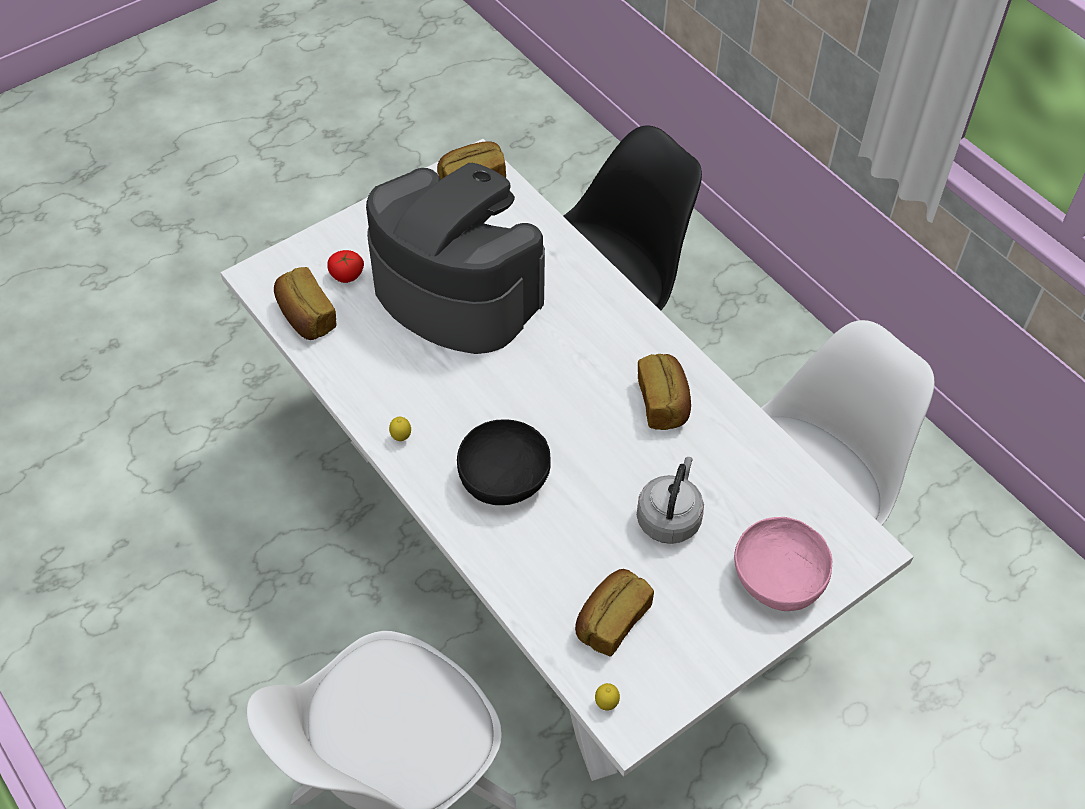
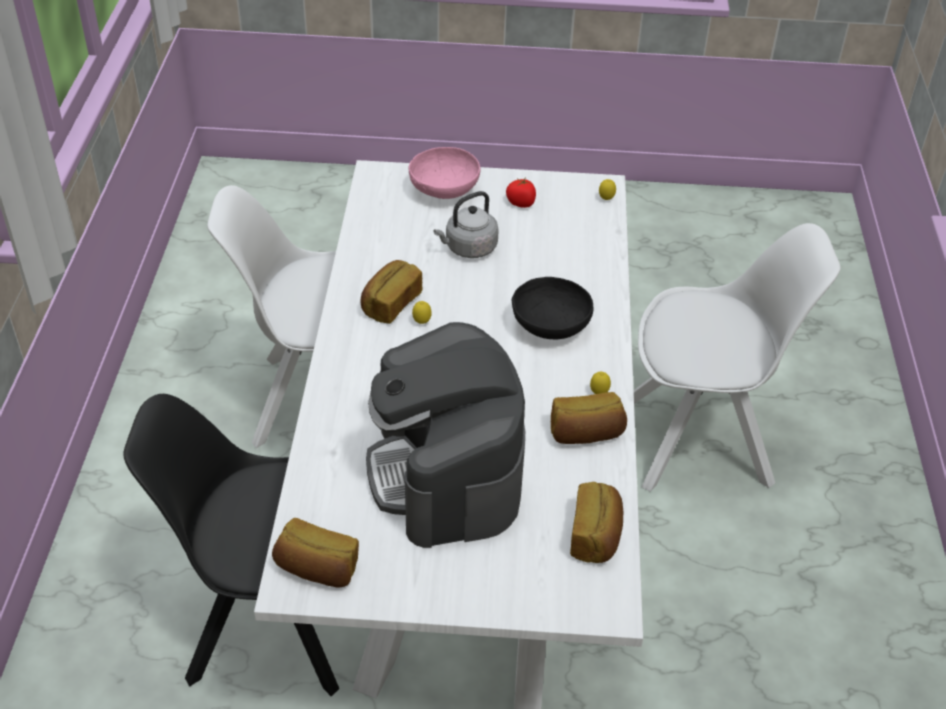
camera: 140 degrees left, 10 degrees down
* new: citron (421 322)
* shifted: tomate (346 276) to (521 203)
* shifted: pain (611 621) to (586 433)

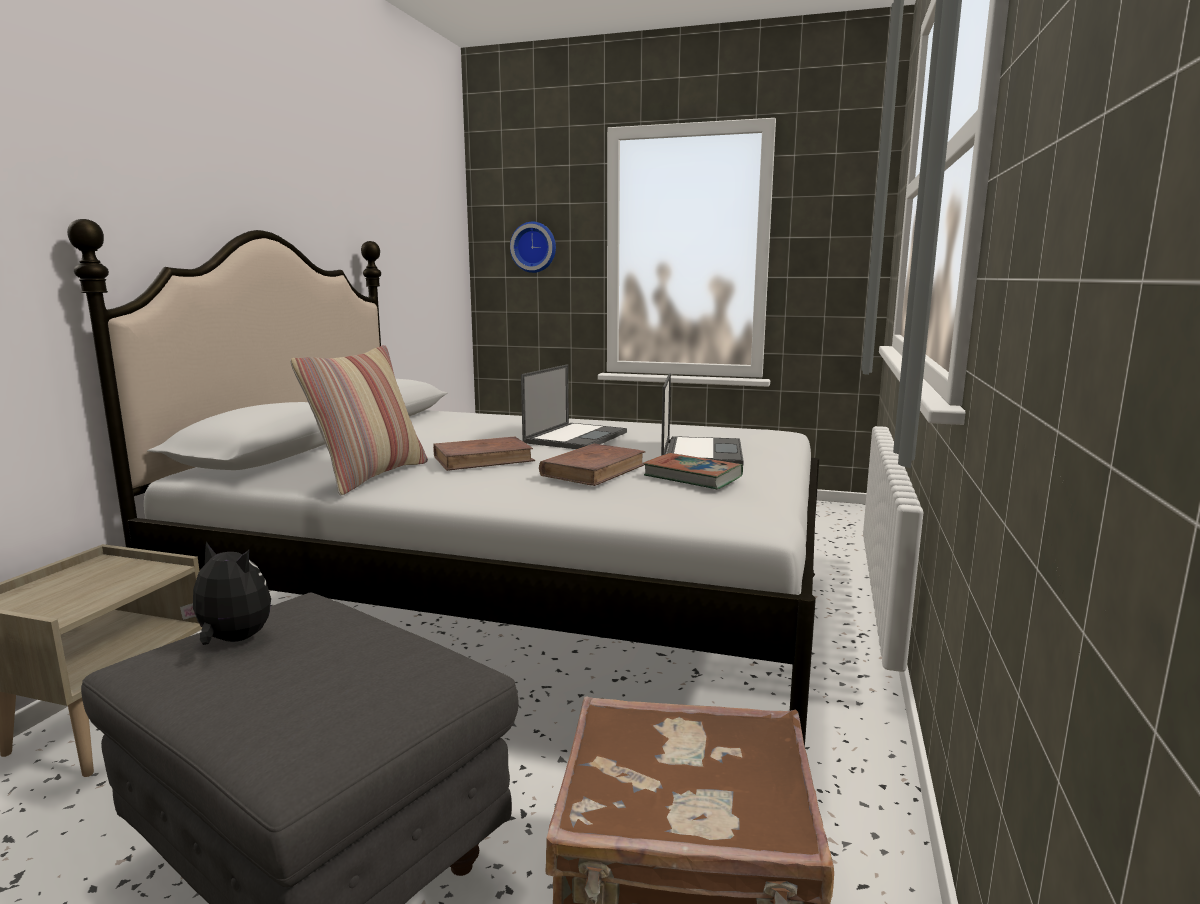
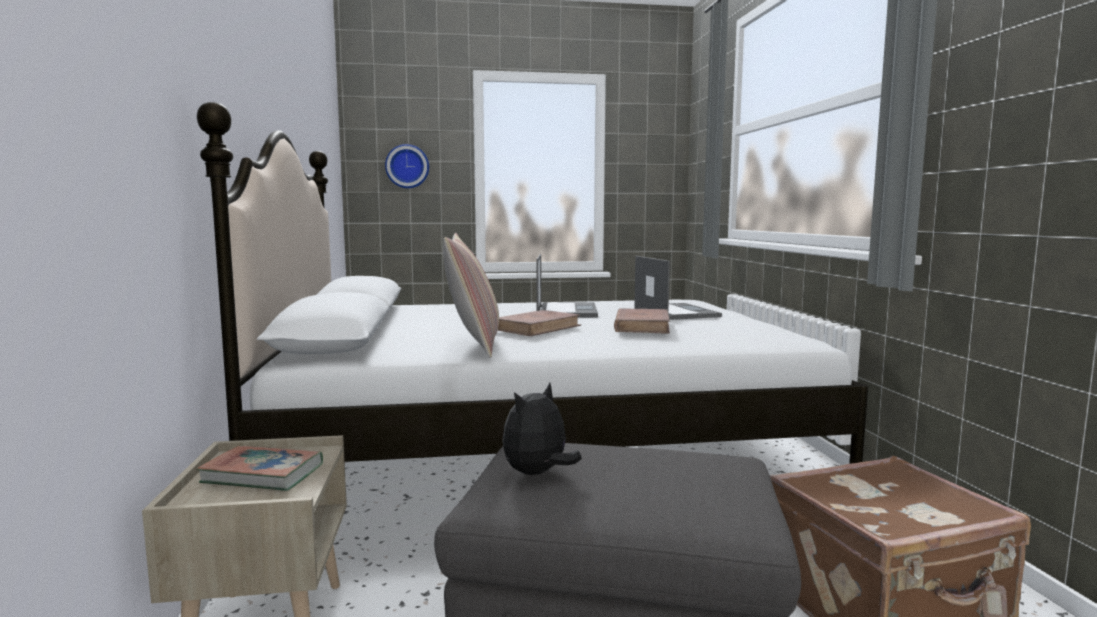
camera: 25 degrees left, 5 degrees down
* shifted: livre (693 477) to (263 474)
* rotated: peluche (232 640) = (537 473) 45 degrees counterclockwise

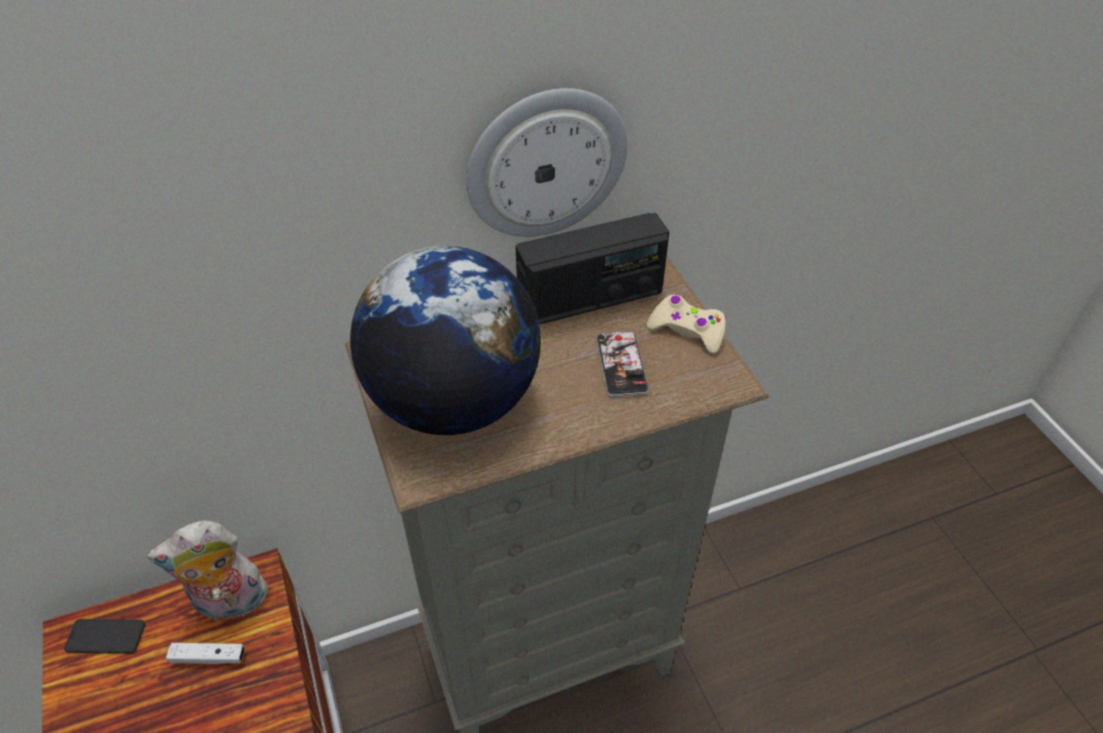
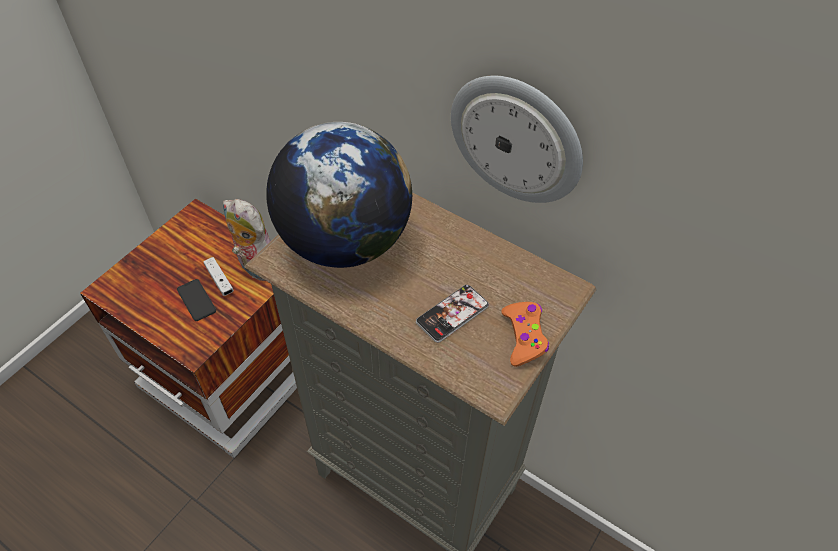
camera: 55 degrees right, 5 degrees up
* gone: radio (590 300)
* shifted: téléphone (105 637) to (196 300)
* repainted: manette (beige) (687 330) to manette (orange) (524 337)

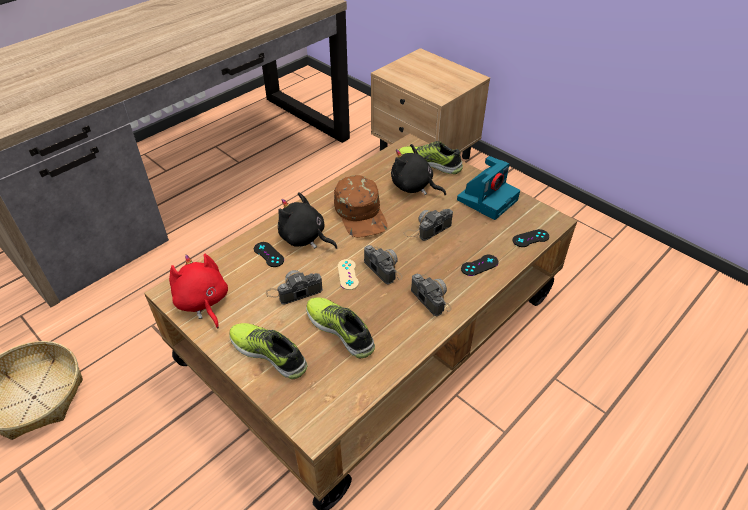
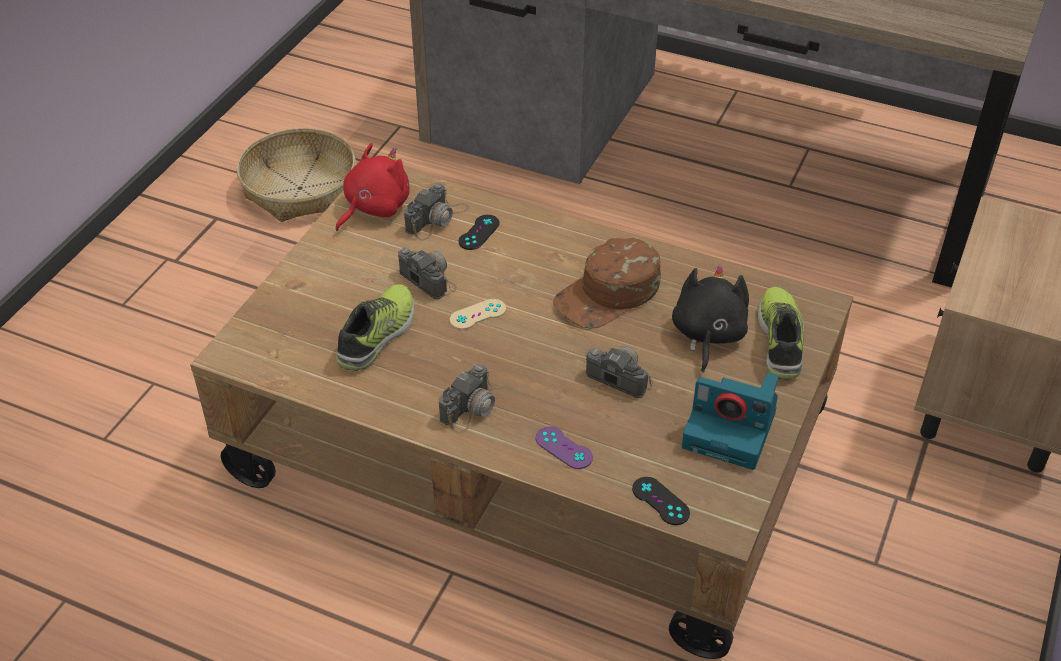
camera: 70 degrees right, 0 degrees up
* gone: chaussure (269 353)
* gone: peluche (noir) (304 238)
* shifted: appareil photo (382 265) to (437 219)
* repainted: manette (noir) (479 265) to manette (violet) (564 448)

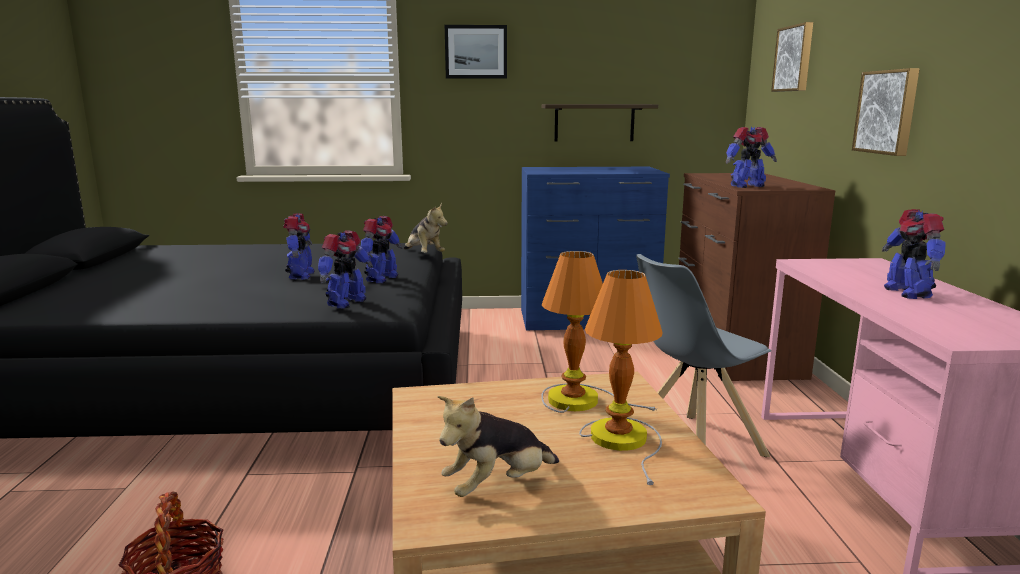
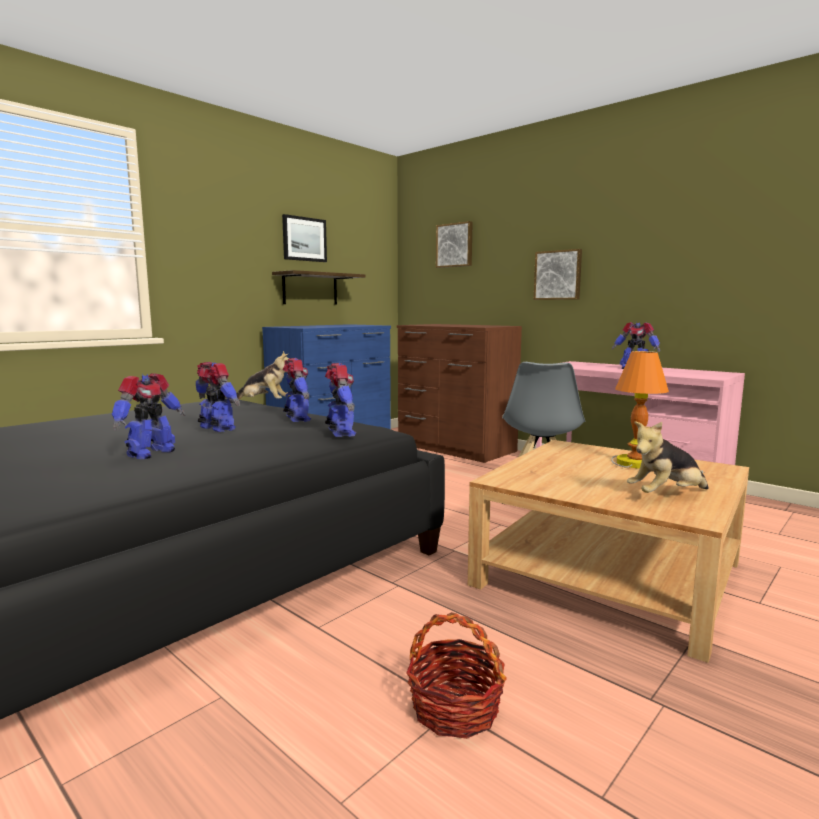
camera: 45 degrees left, 5 degrees down
* gone: lampe de table (579 399)
* shifted: tableau (476 52) to (304 239)
* shifted: robot jouet (746 186) to (150 453)
* rotated: peluche (497 486) = (666 495) 60 degrees clockwise

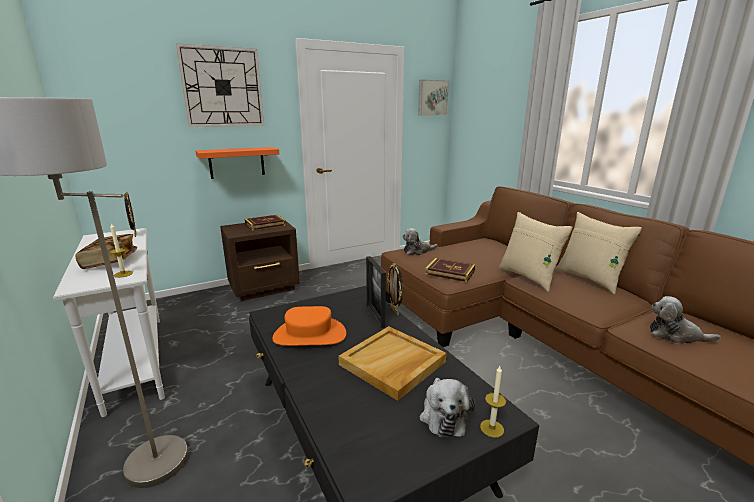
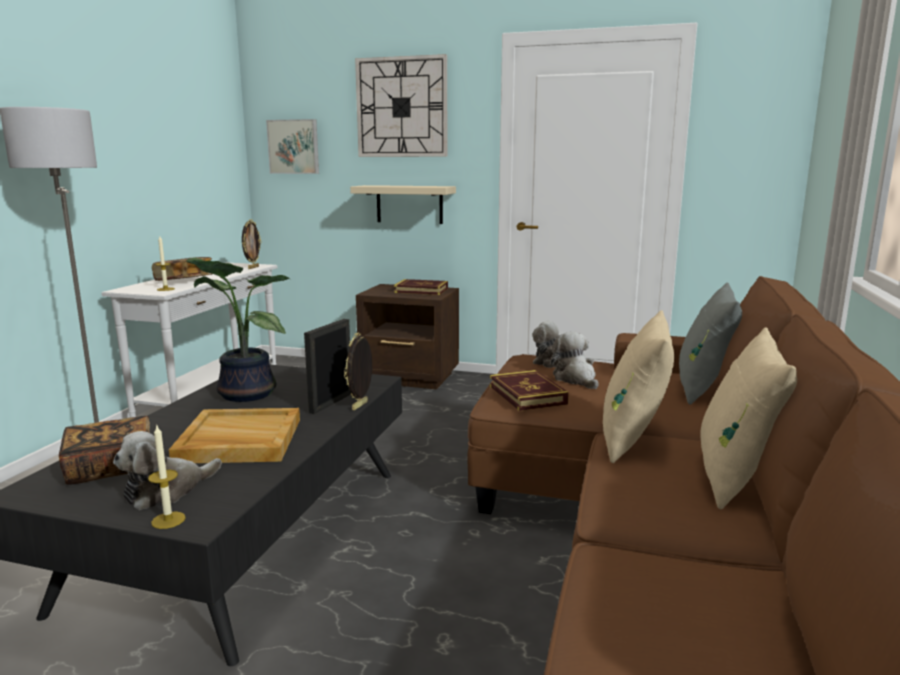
camera: 45 degrees right, 5 degrees down
* new: livre (111 467)
* new: coussin (gris) (703 388)
* shifted: tableau (432 98) to (294 147)
* shifted: peluche (675 335) to (575 379)
* swapped: chapeau (orange) (309 335) to plante en pot (243 394)
* repainted: étagère (orange) (237 162) to étagère (beige) (409 204)

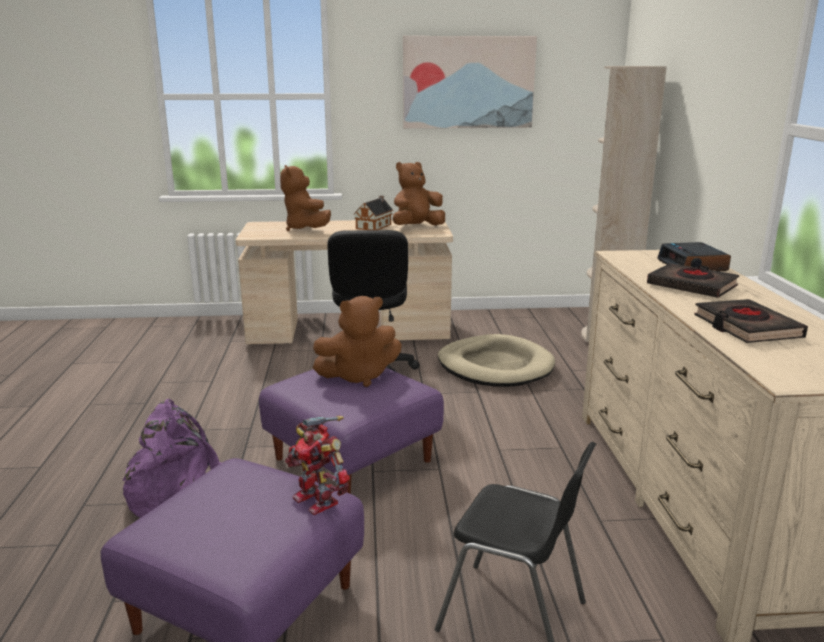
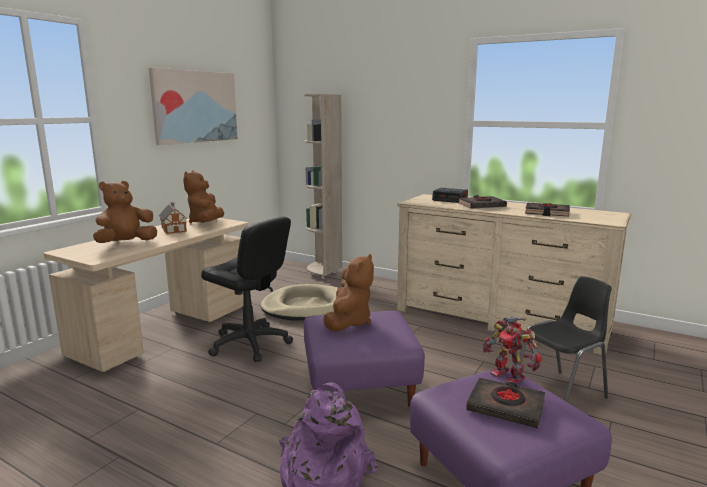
camera: 55 degrees left, 5 degrees down
* new: livre (noir) (506 407)
* rotated: peluche (marron) (306 229) = (126 243) 120 degrees clockwise
* rotated: robot jouet (318 499) = (509 375) 60 degrees clockwise

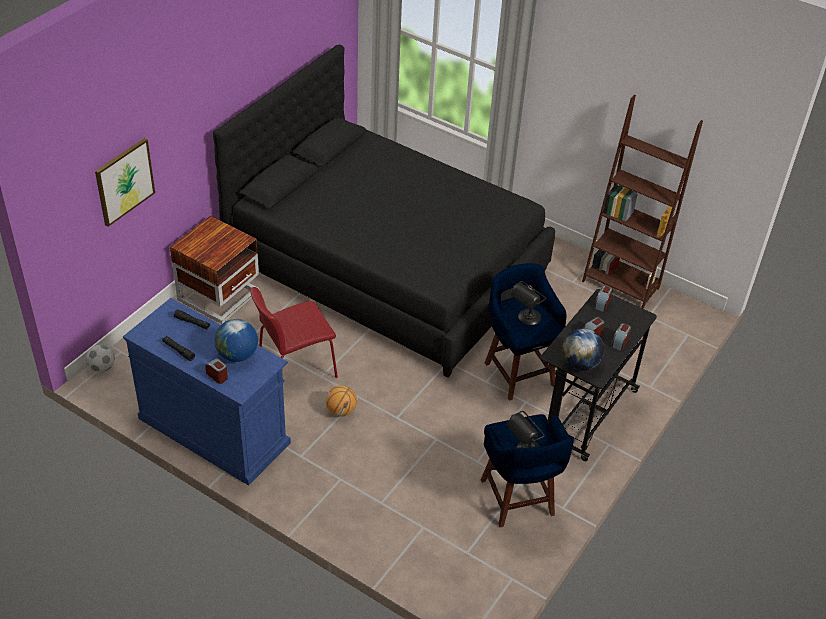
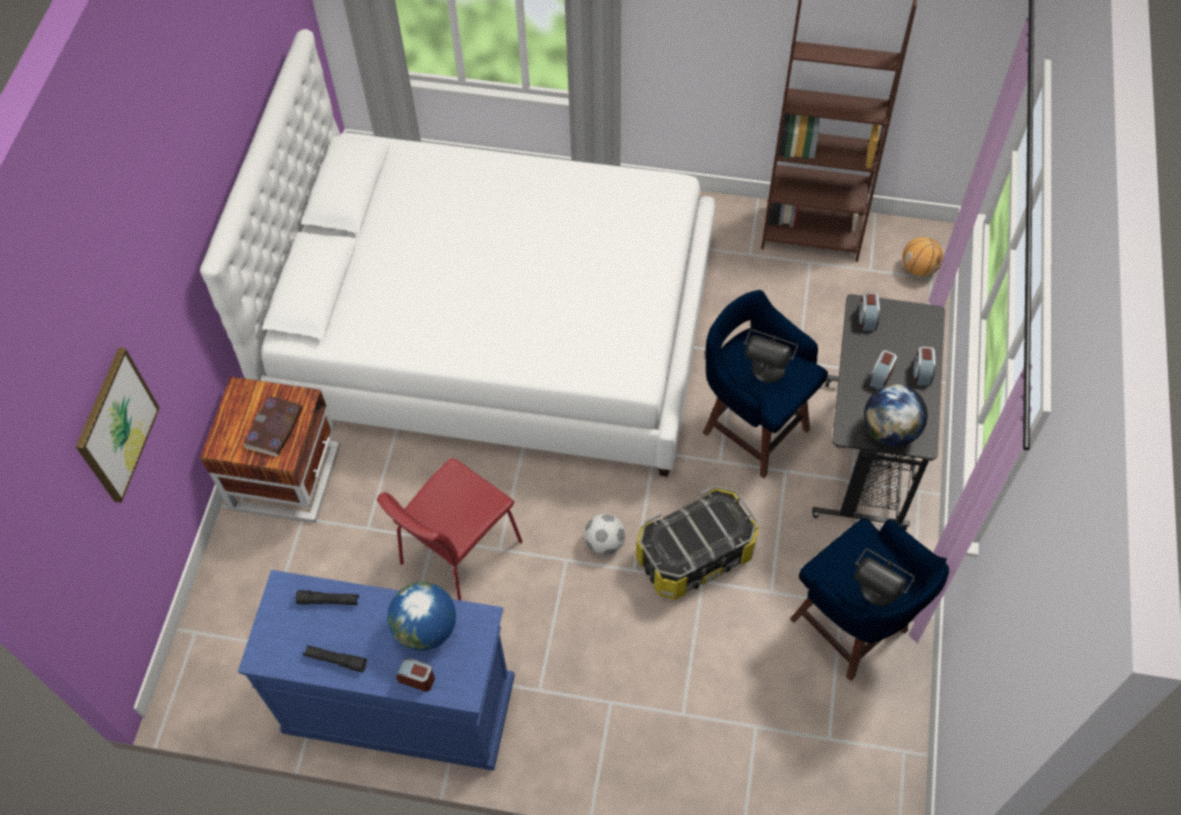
camera: 20 degrees left, 15 degrees up
* new: livre (274 428)
* new: boîte de rangement (695 556)
* shifted: ballon de foot (102 368) to (604 543)
* shifted: ballon de basket (341 411) to (919 268)
* repainted: lit (noir) (386 265) to lit (blanc) (493 328)

